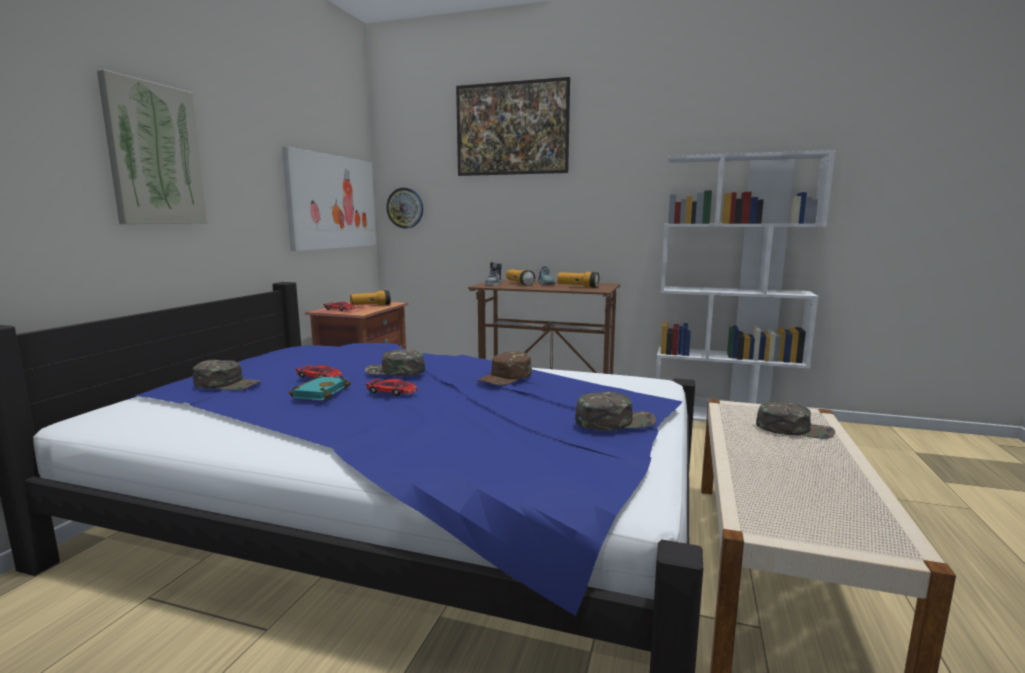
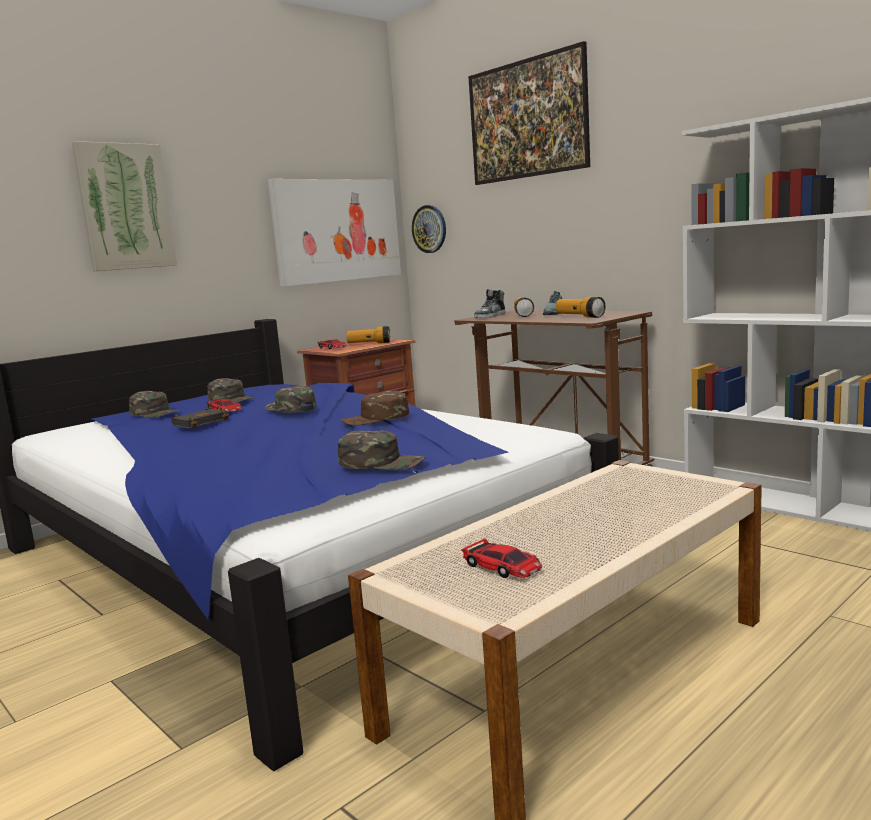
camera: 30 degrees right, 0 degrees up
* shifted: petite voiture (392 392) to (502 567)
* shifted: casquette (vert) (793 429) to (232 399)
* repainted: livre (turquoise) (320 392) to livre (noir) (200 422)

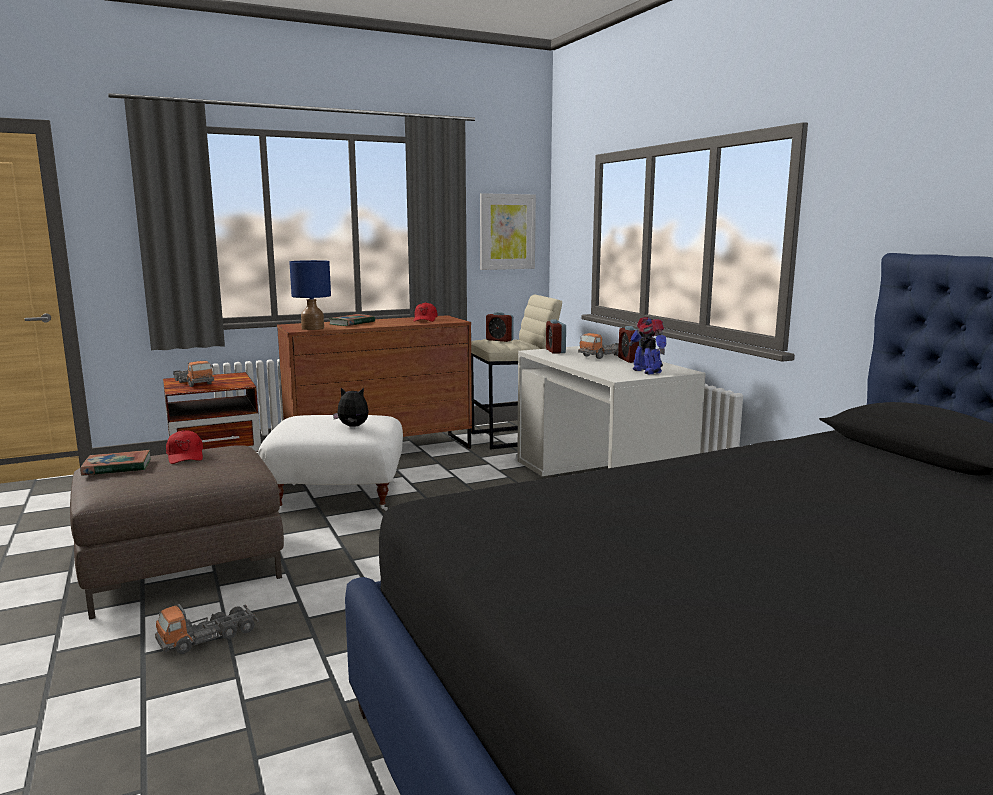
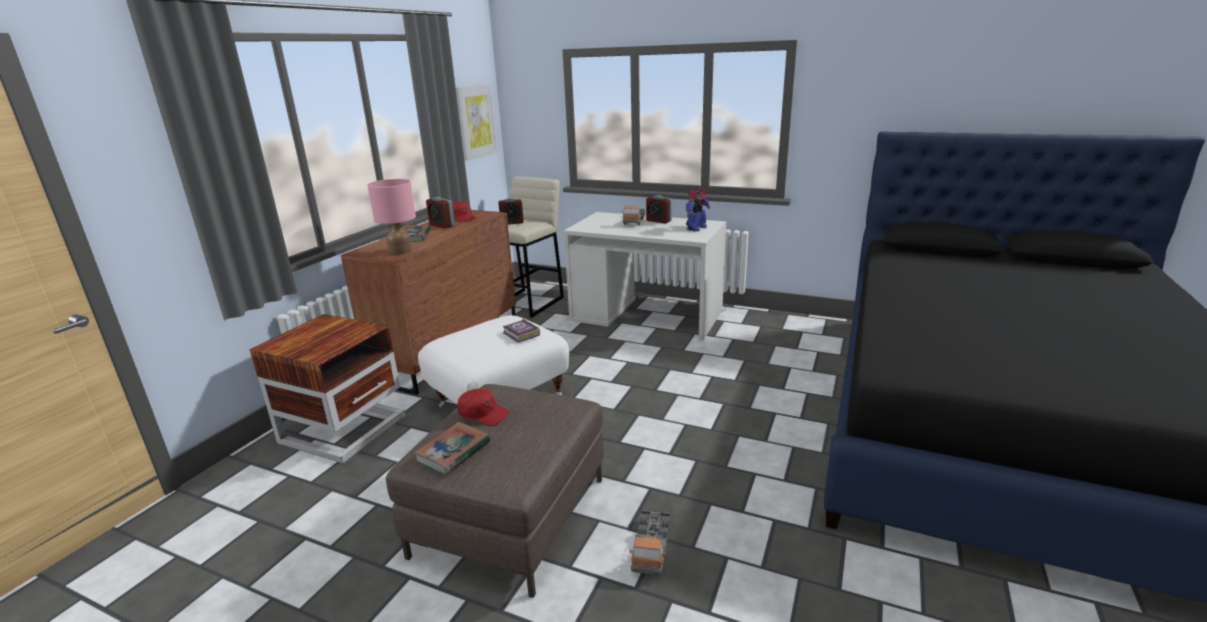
camera: 40 degrees left, 10 degrees up
* gone: camion jouet (194 383)
* shifted: réveil (555 351) to (442 225)
* swapped: peluche (353 427) to livre (521 334)
* repainted: lampe de table (bleu) (313 328) to lampe de table (rose) (400 251)
* rotated: robot jouet (647 371) = (696 228) 75 degrees counterclockwise

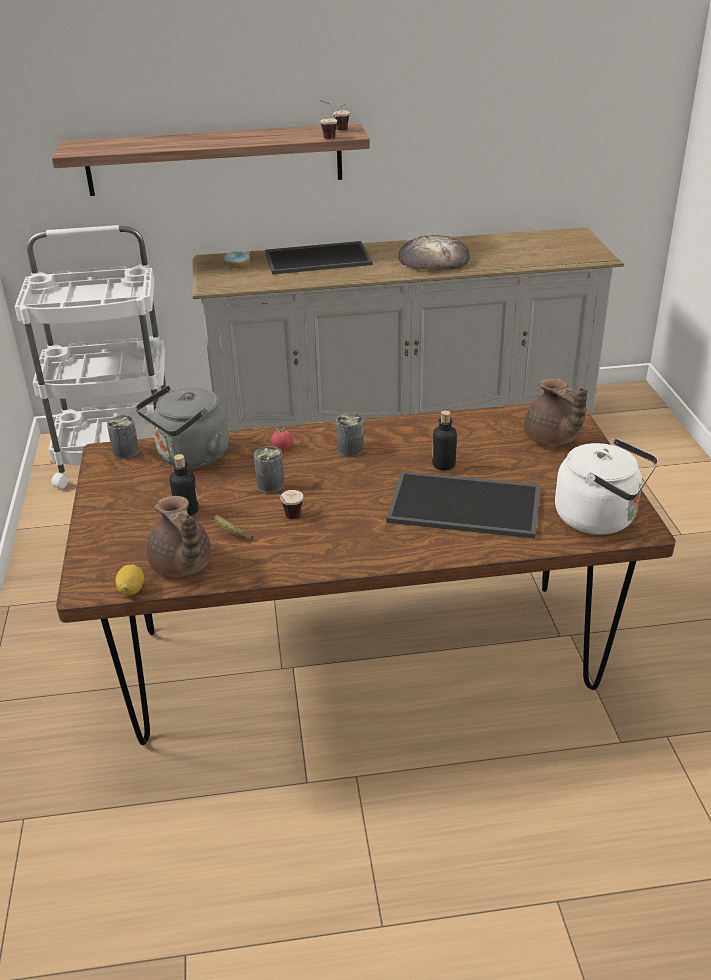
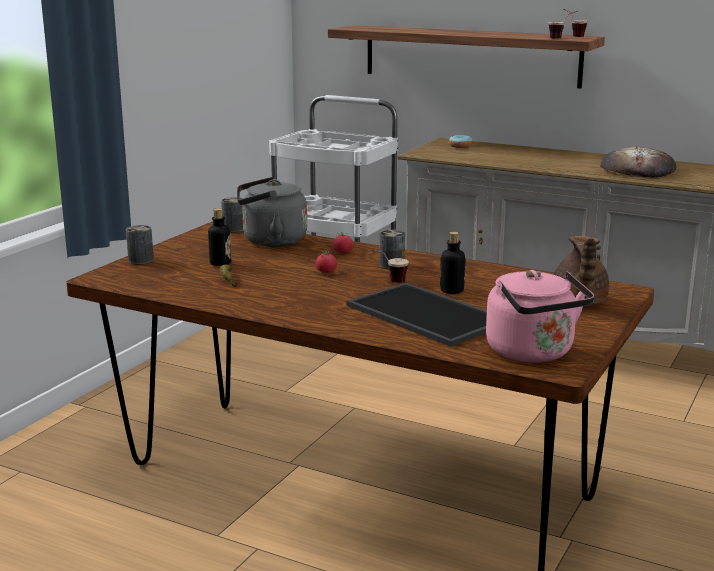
camera: 35 degrees right, 15 degrees down
* gone: citron (131 590)
* gone: théière (marron) (182 566)
* gone: plateau (318 258)
* new: tomate (326 272)
* shifted: boîte métallique (270 485) to (141 260)
* shifted: tasse (286 519) to (389 281)
* repainted: bouilloire (blanc) (600 518) to bouilloire (rose) (533 353)

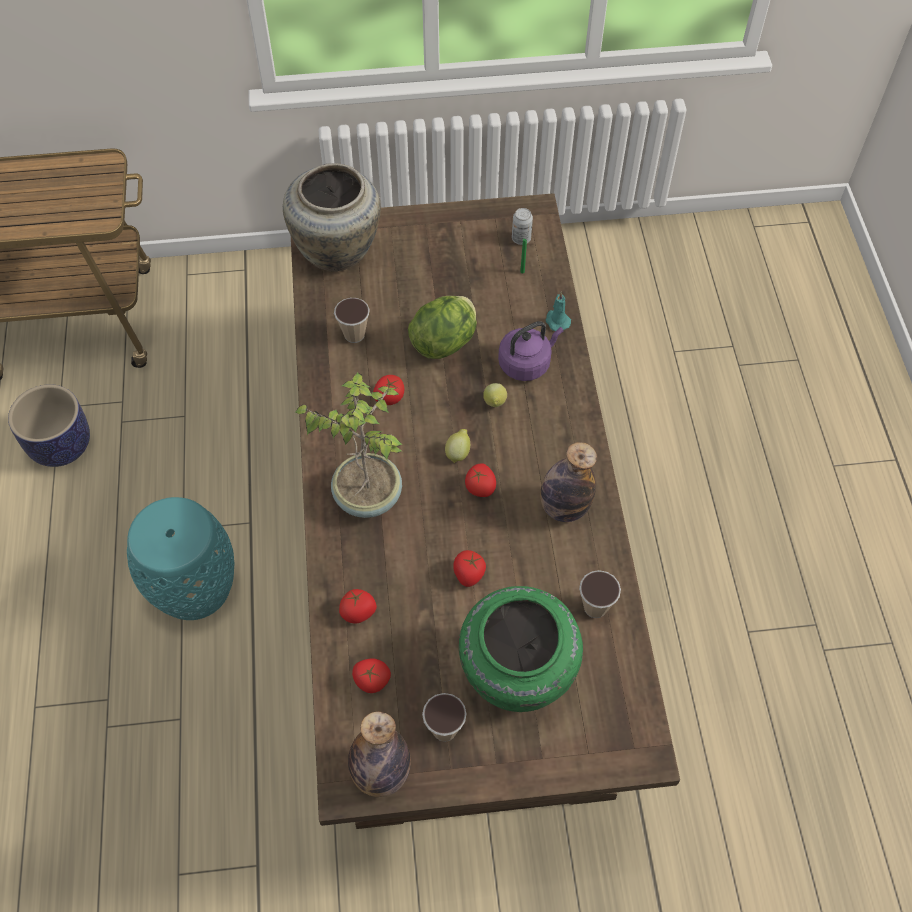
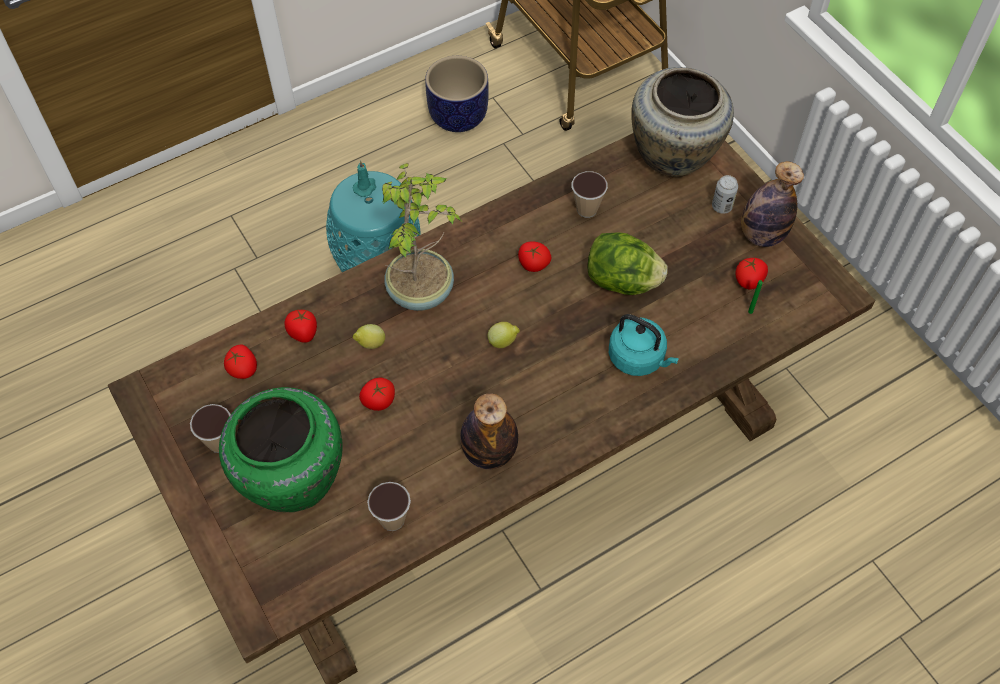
camera: 65 degrees right, 0 degrees up
* shifted: bouteille (381 774) to (761 235)
* shifted: tomate (480 487) to (749 281)
* shifted: citron (494 403) to (370 344)
* shifted: boîte métallique (521 239) to (721 206)
* shifted: bougie (turquoise) (557 321) to (365 187)
* repainted: bouilloire (violet) (526 363) to bouilloire (turquoise) (639 358)

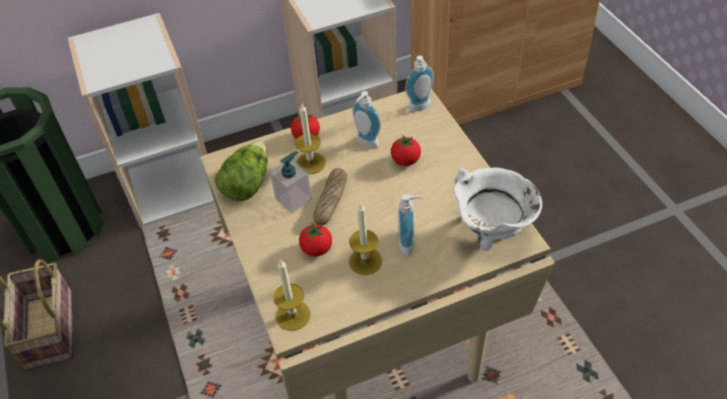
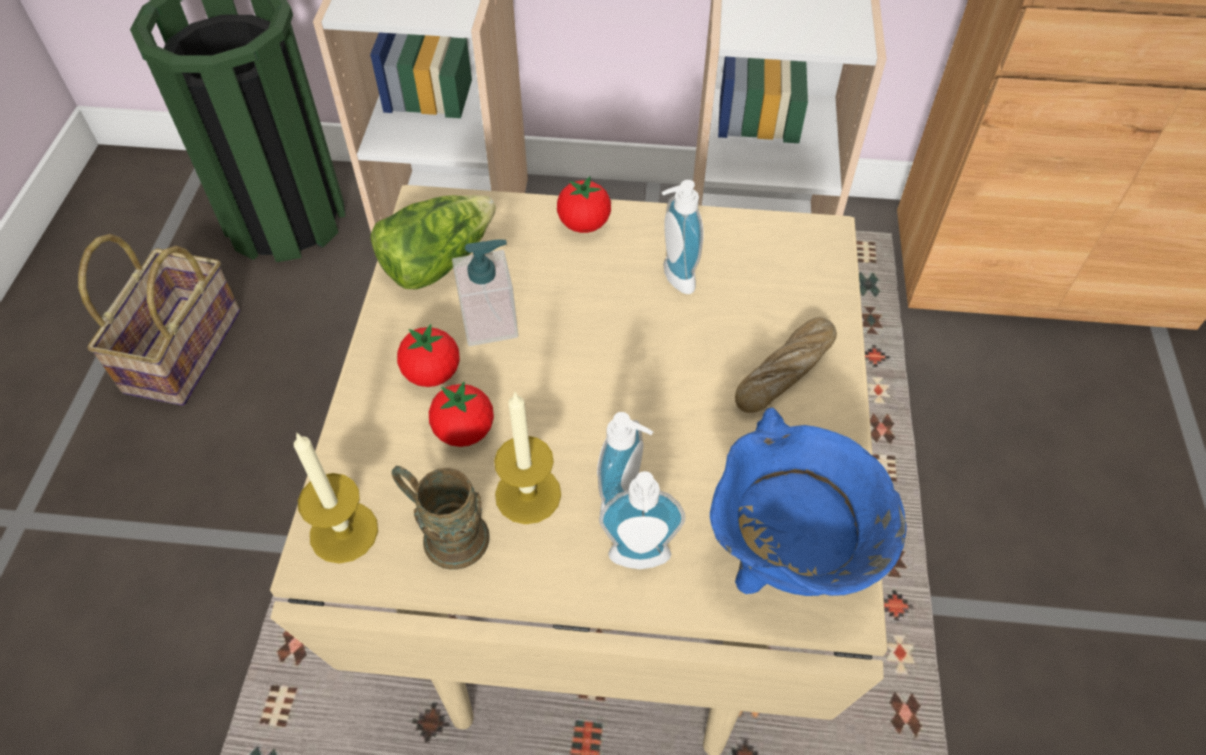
camera: 25 degrees right, 5 degrees up
* gone: bougie (310 163)
* new: mug (marron) (445 532)
* shifted: pain (331 200) to (785 371)
* shifted: tomate (405 161) to (432 373)
* shifted: distributeur de savon (421 108) to (639 562)
* repainted: marmite (blanc) (491 234) to marmite (bleu) (787 558)

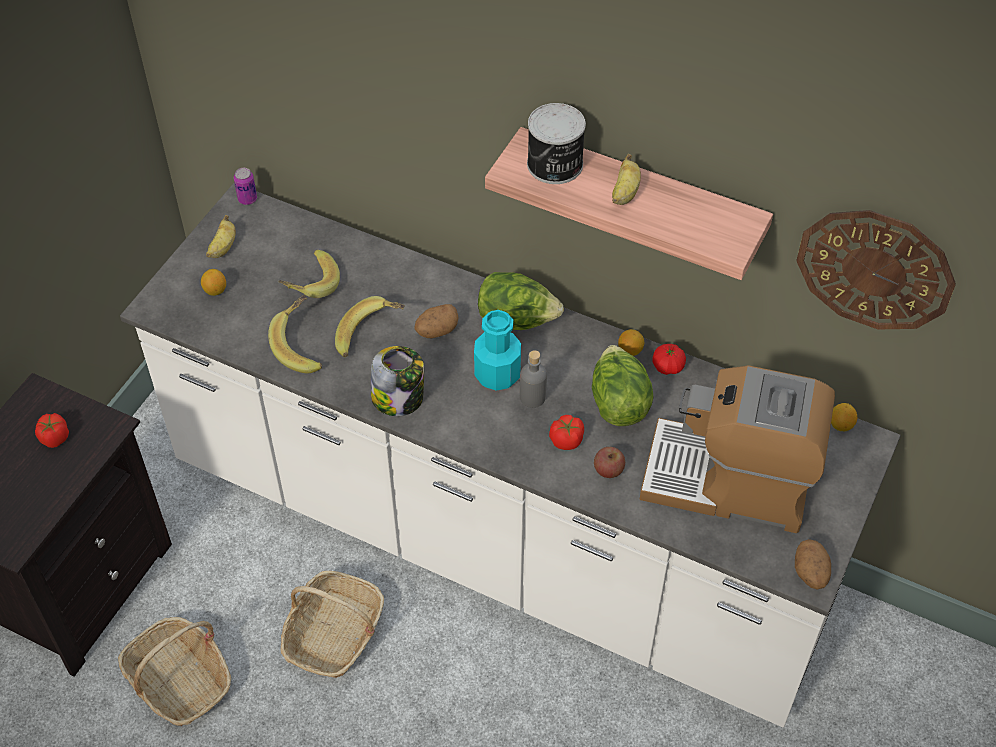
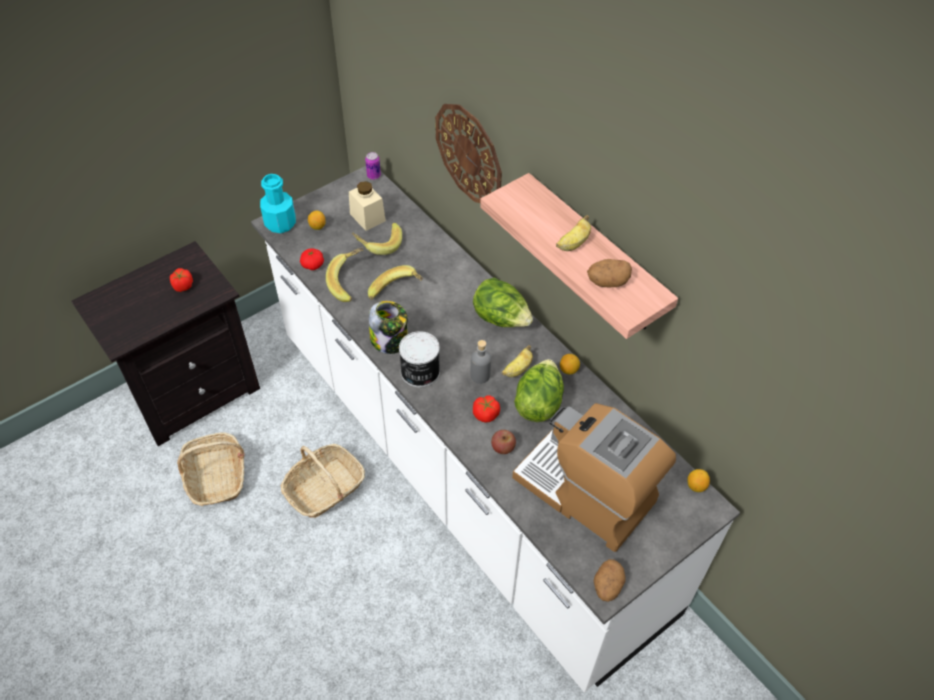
camera: 25 degrees right, 0 degrees up
* new: bocal (beige) (367 217)
* shifted: banane (223 248) to (517 369)
* shifted: pomme de terre (436 331) to (607 282)
* shifted: bouteille (turquoise) (497 374) to (280 223)
* shifted: boîte métallique (555 165) to (420 372)
* shifted: tomate (668 366) to (313 265)
* shifted: horloge murale (875 269) to (469 154)

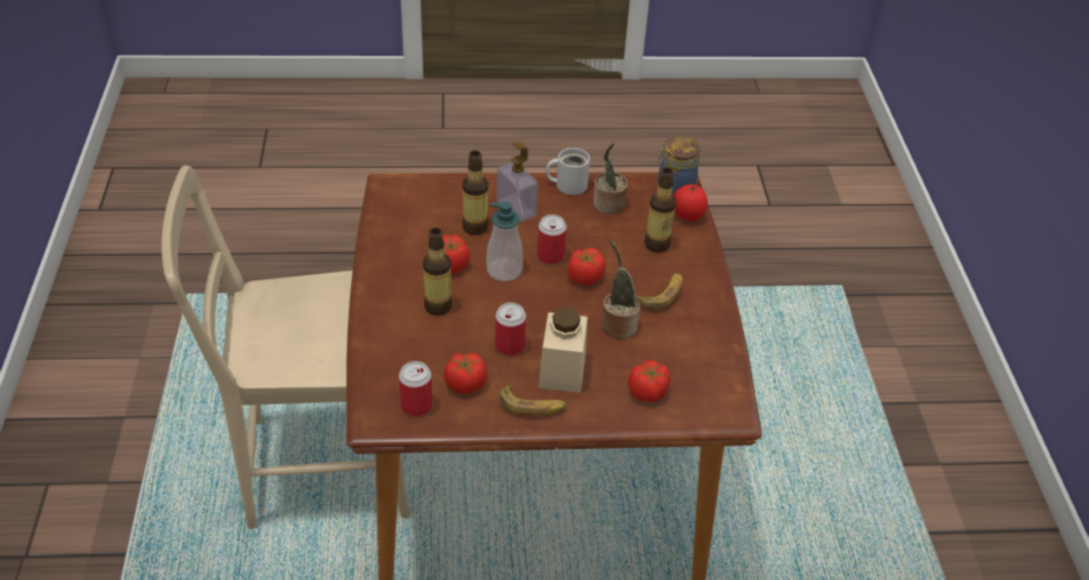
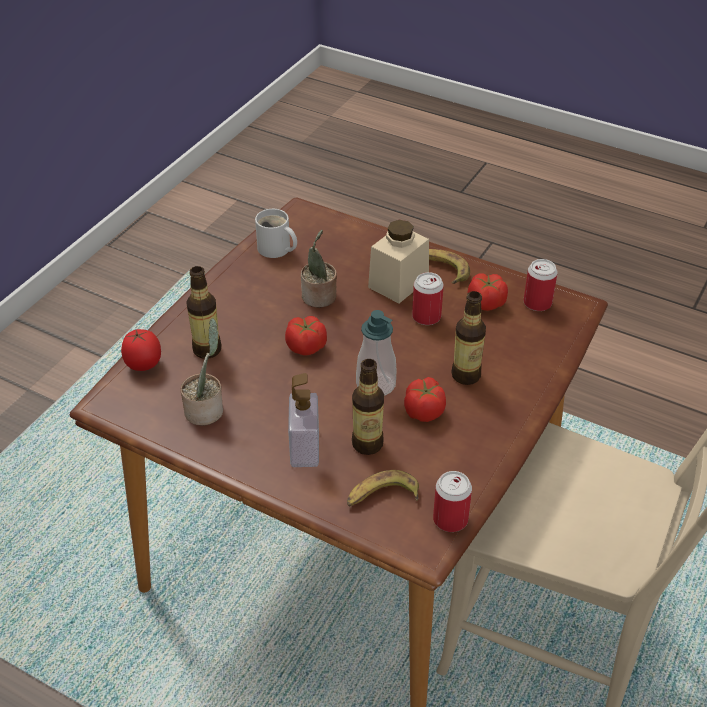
camera: 145 degrees left, 0 degrees up
* gone: tomate (648 392)
* gone: bocal (674 186)
* shifted: boîte métallique (550 256) to (450 519)
* shifted: mug (blanc) (568 184) to (276 250)
* shifted: banane (662 295) to (382 496)

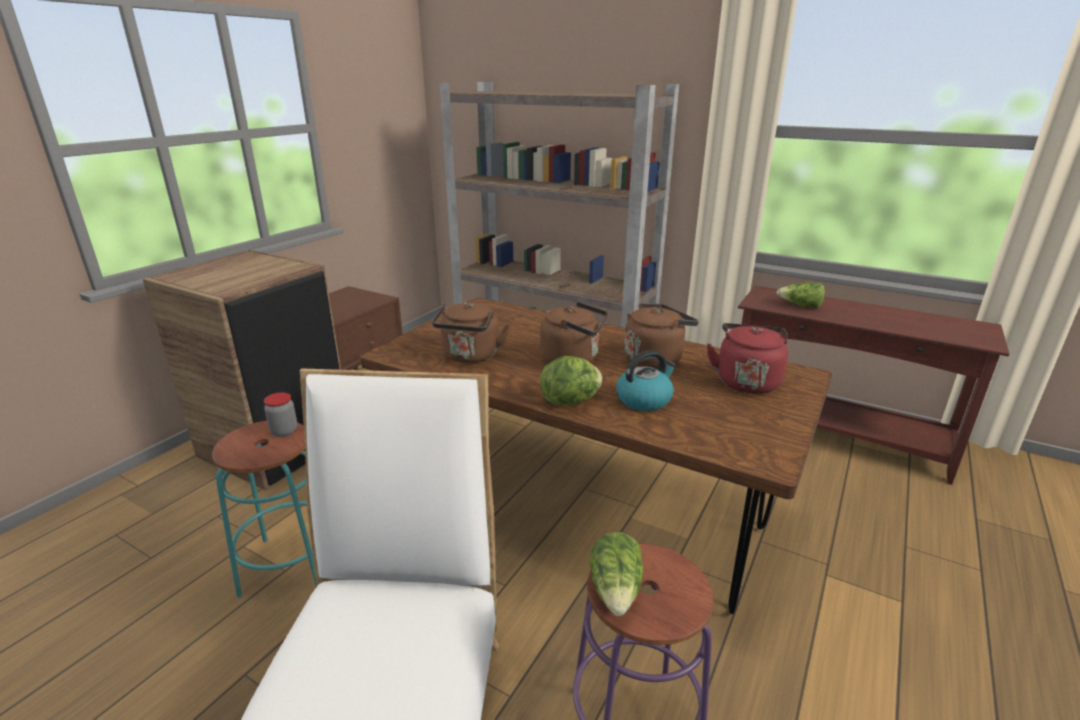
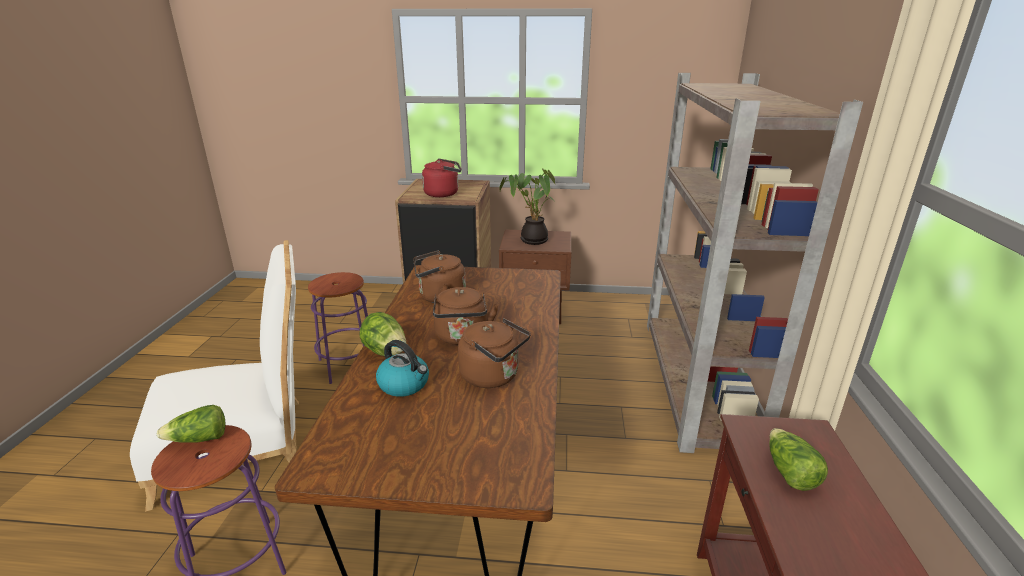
camera: 65 degrees right, 0 degrees up
* gone: bocal (284 431)
* new: plante en pot (531 240)
* shifted: bouilloire (rouge) (746 381) to (443 194)
* repainted: tabouret (turquoise) (291 564) to tabouret (violet) (348 364)

